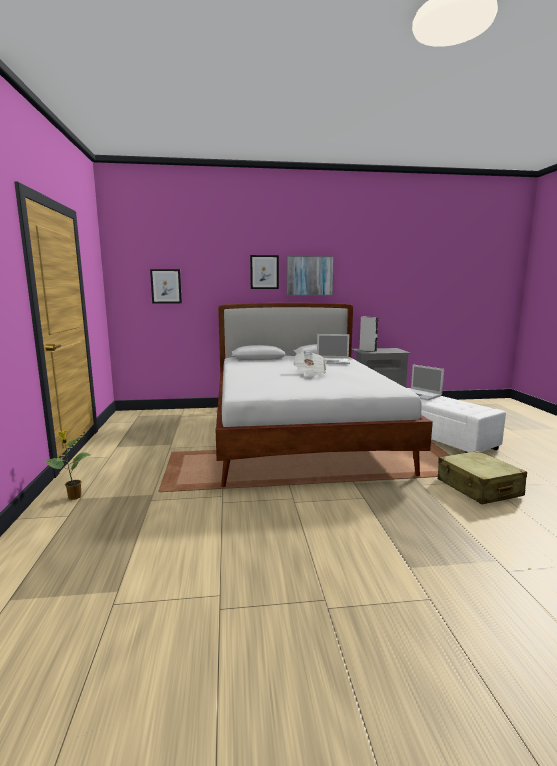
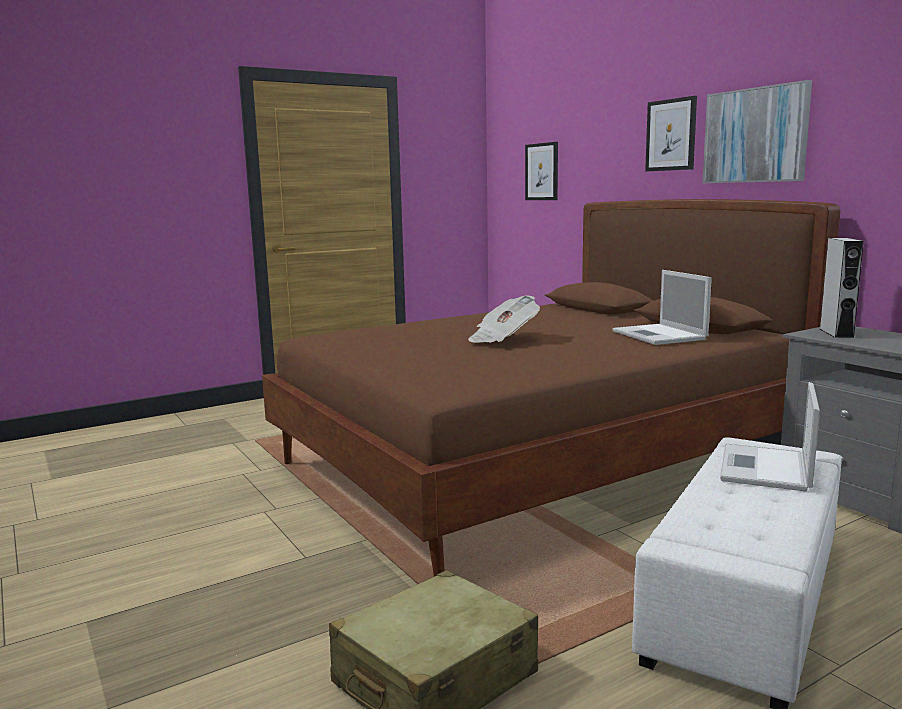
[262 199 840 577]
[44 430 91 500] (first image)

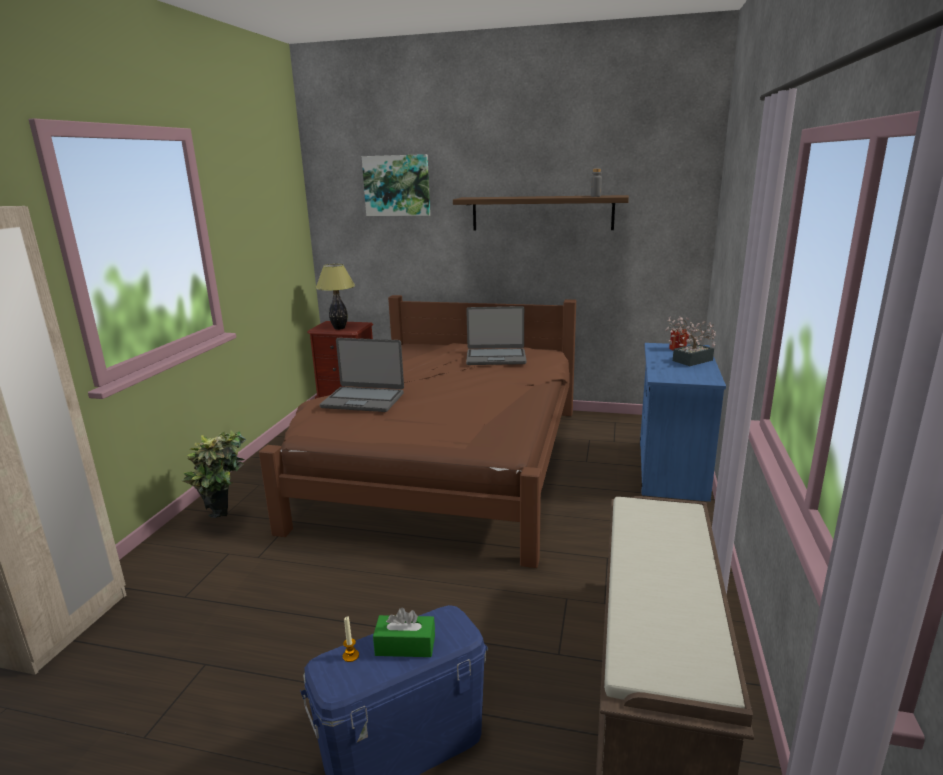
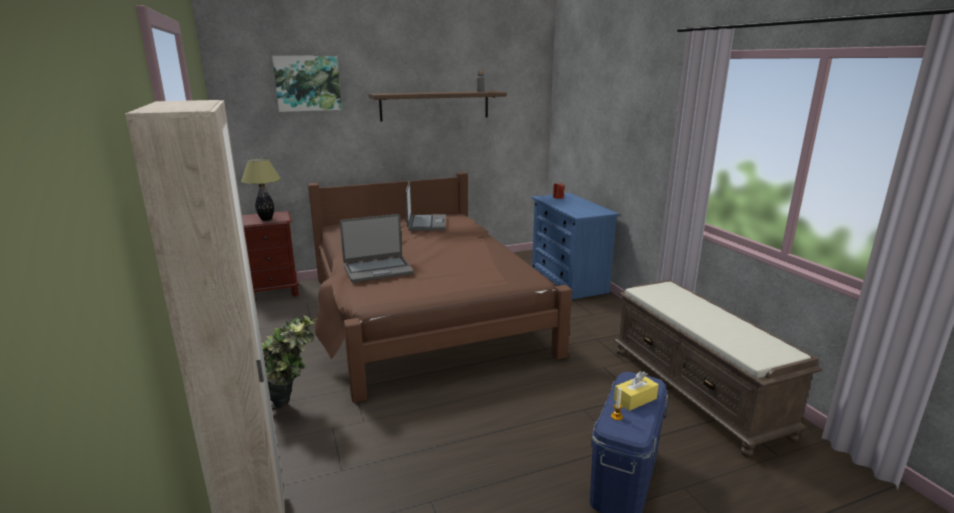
[405 181 446 231]
[665 316 716 366] (first image)
[614 371 659 411]

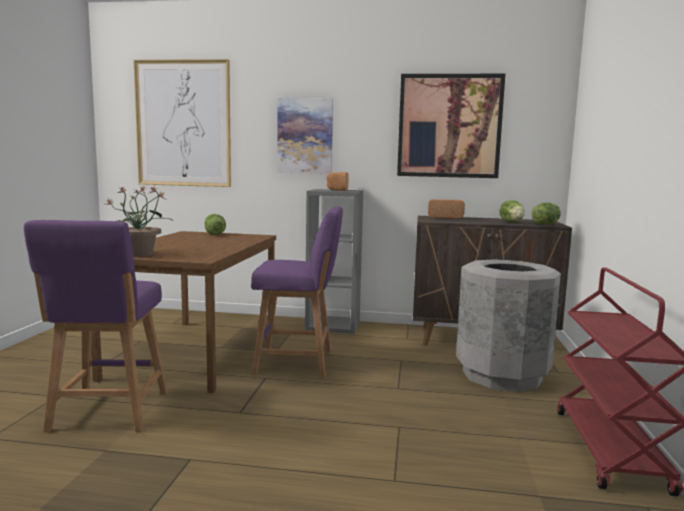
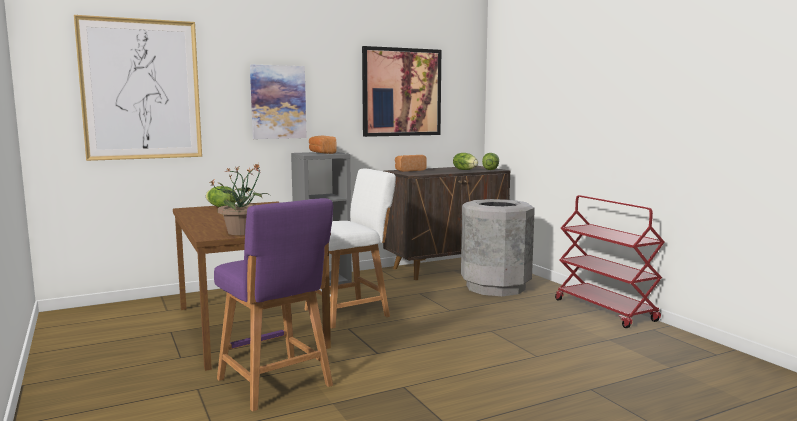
[305 168 396 329]

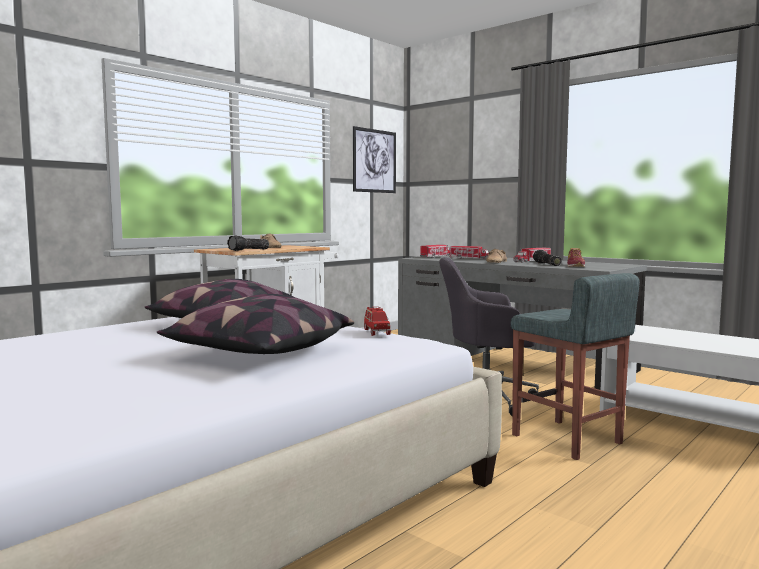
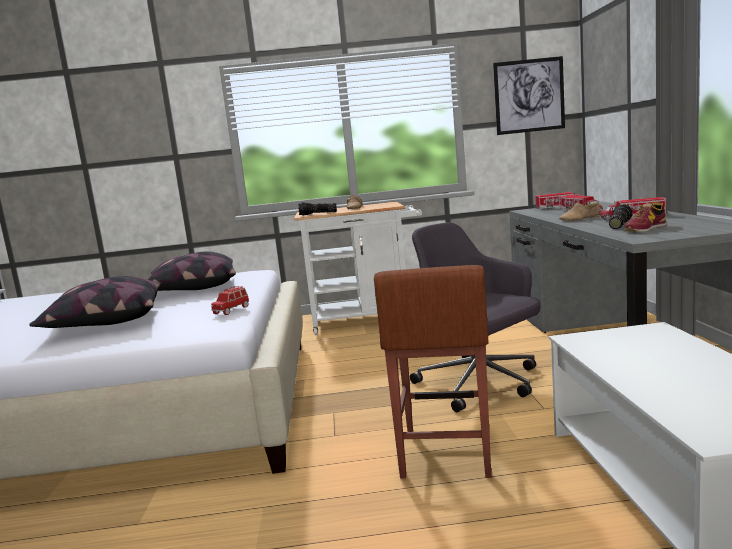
[374 265 491 479]

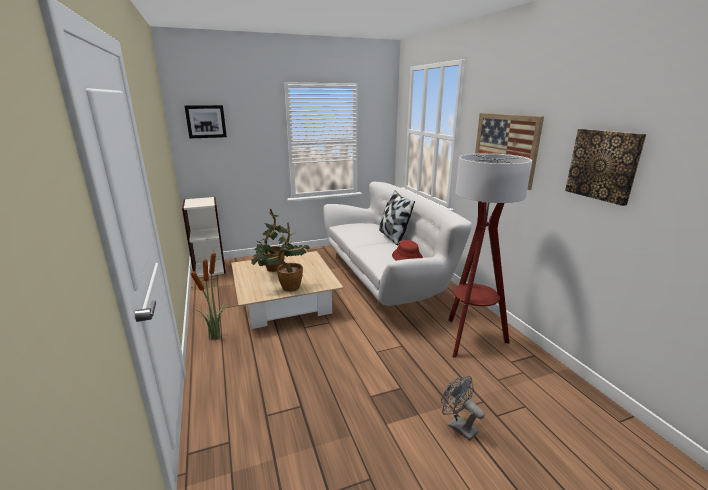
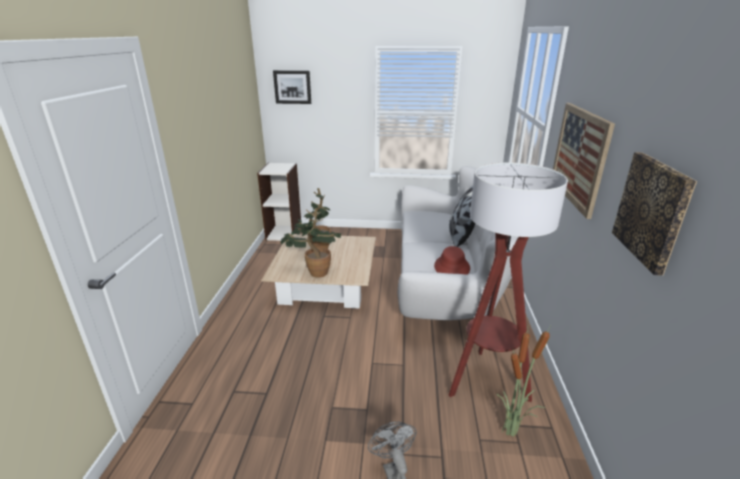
[496 328 550 437]

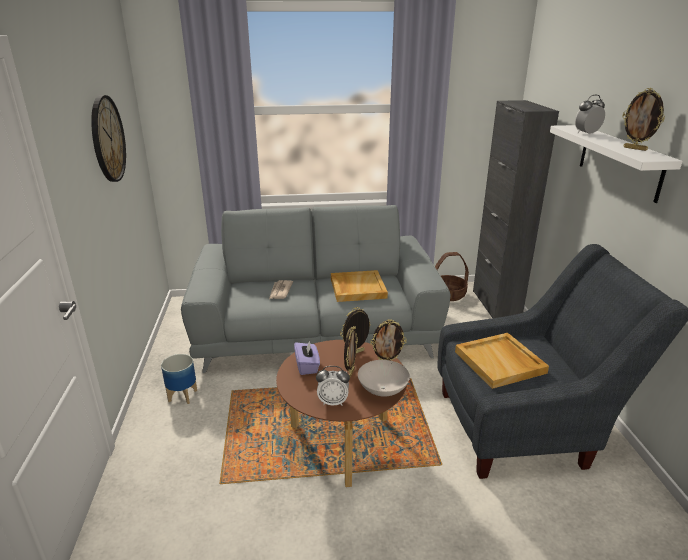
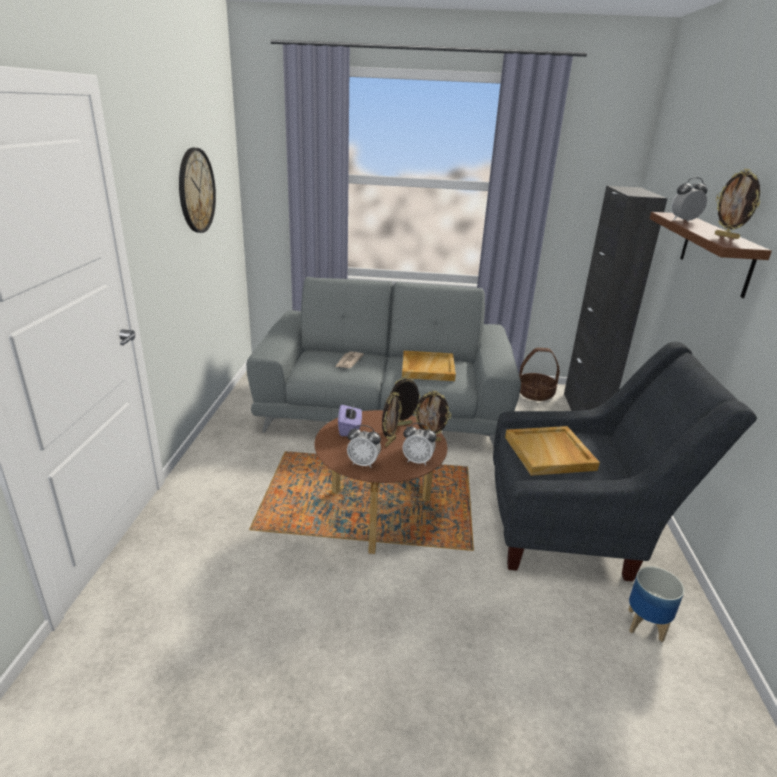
[650 212 772 298]
[628 567 684 642]
[403 423 436 465]

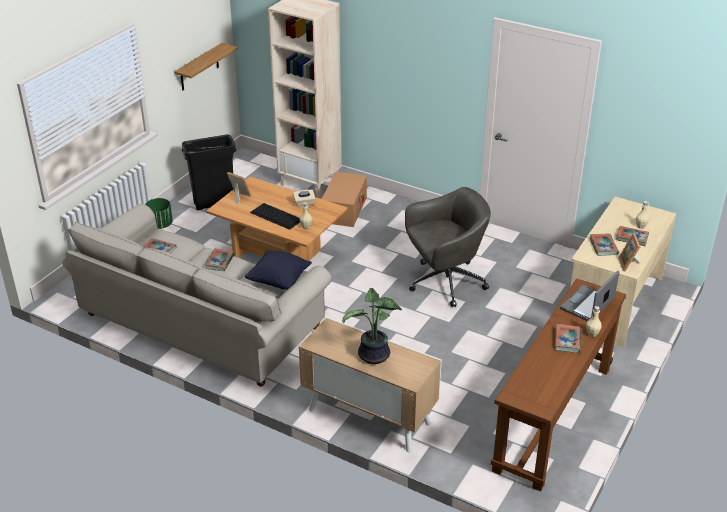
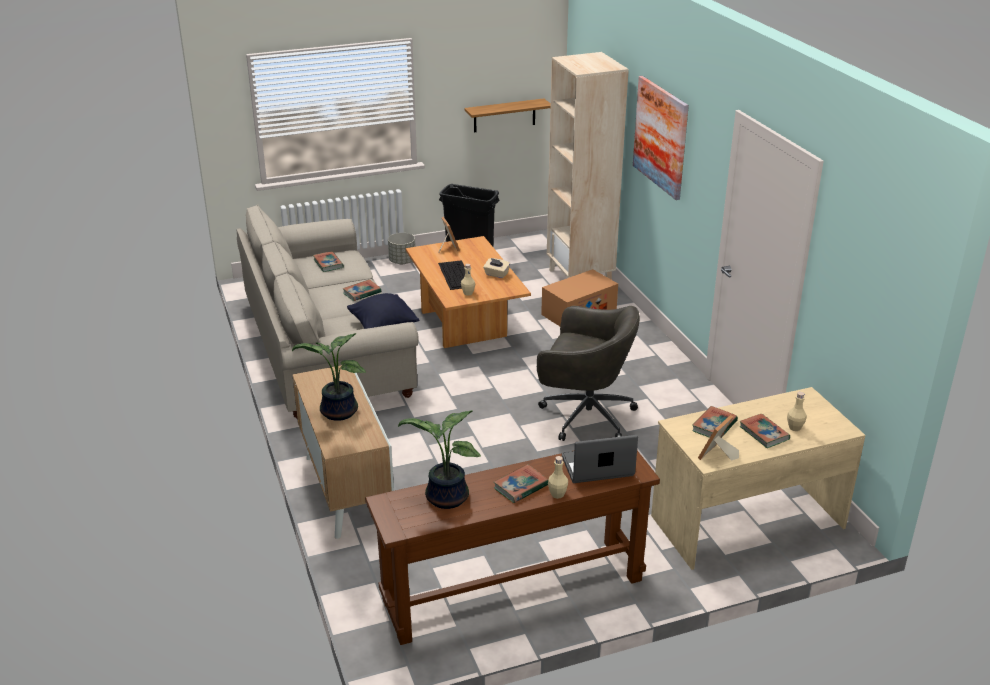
[388 233 416 264]
[633 76 689 200]
[398 410 481 509]

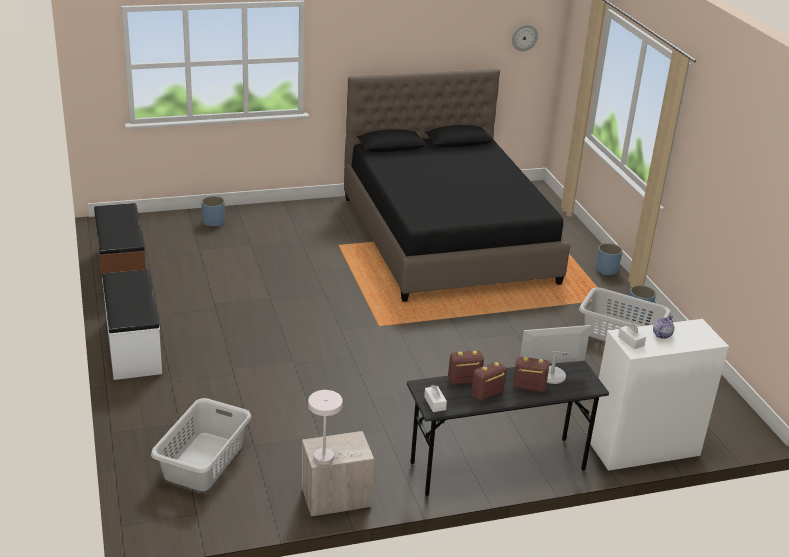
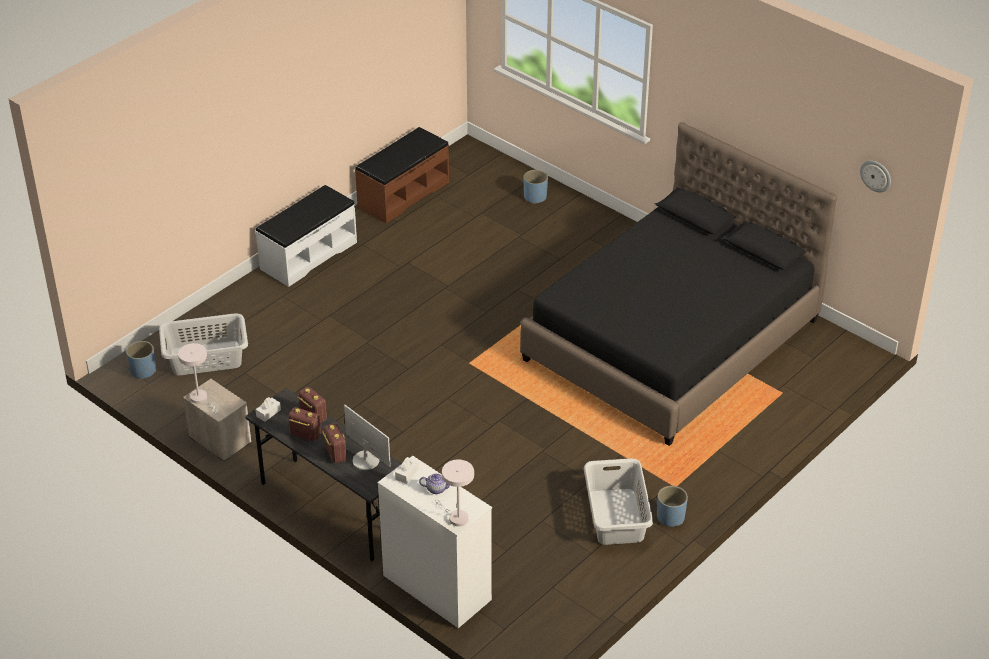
[126 341 156 379]
[435 460 474 527]

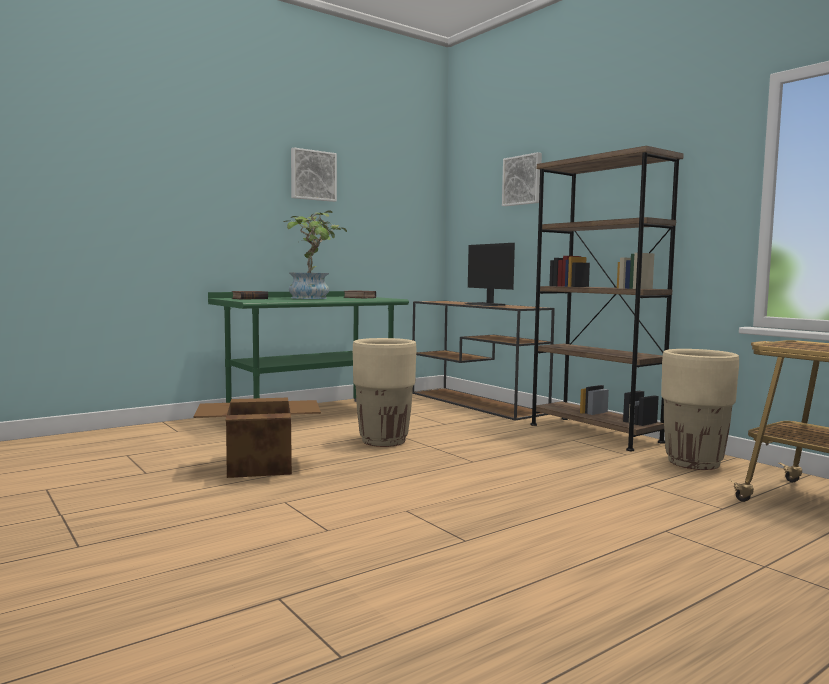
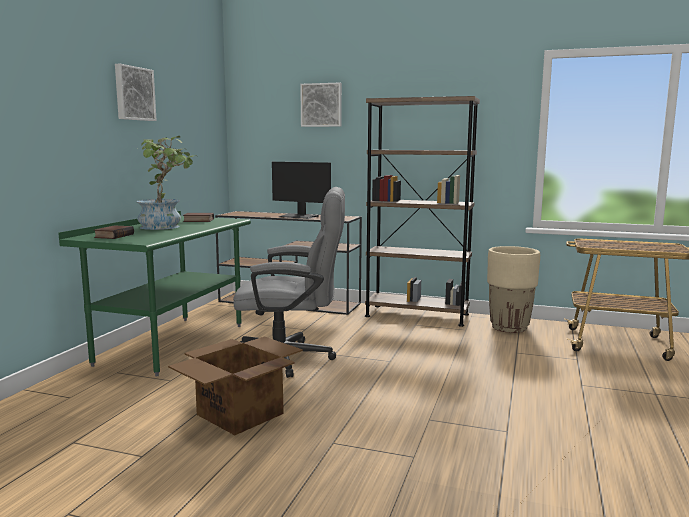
[233 187 345 378]

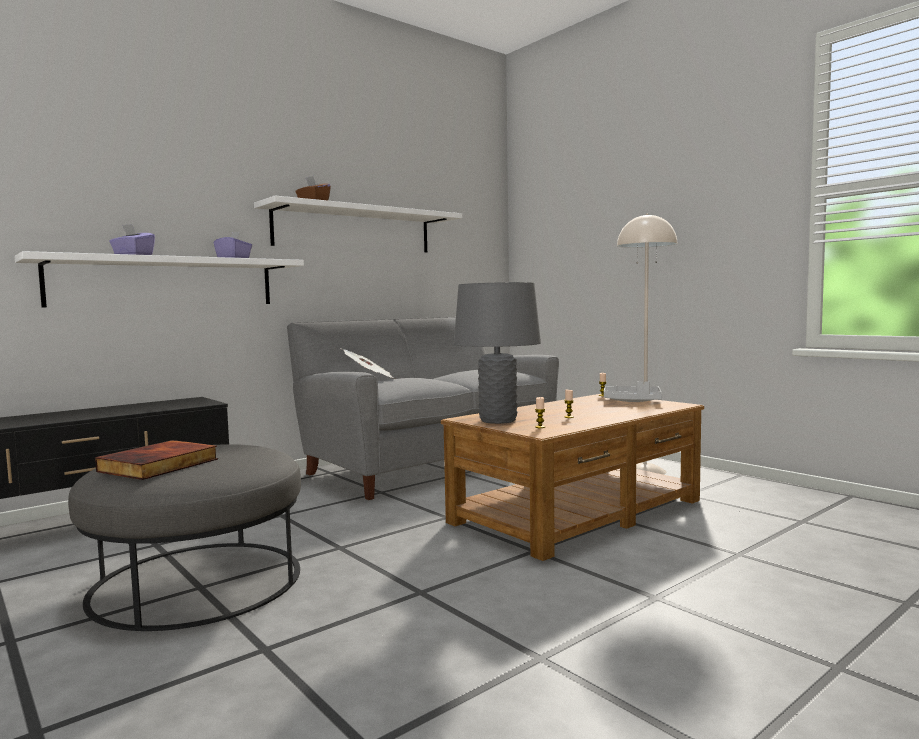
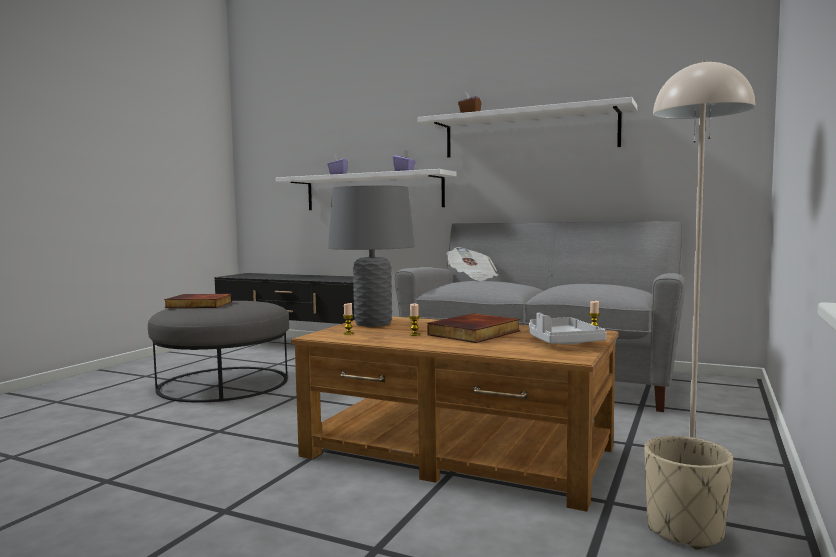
[427 313 520 343]
[644 436 733 550]

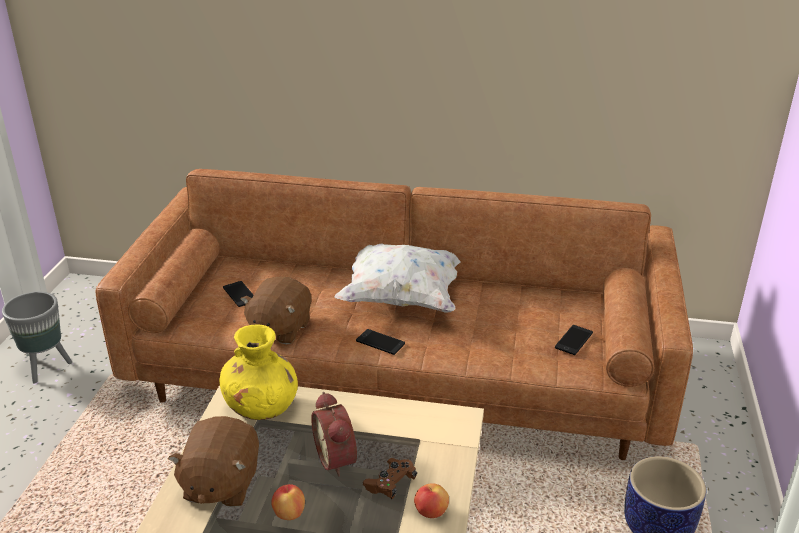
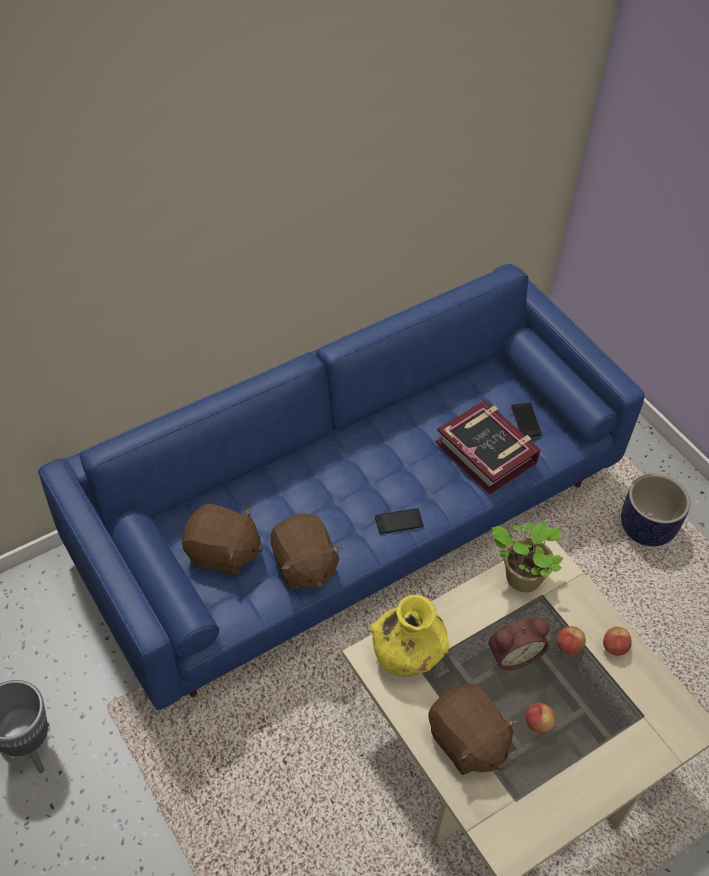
[38 264 645 710]
[335 244 461 312] (first image)
[182 504 263 576]
[488 618 550 670]
[556 626 586 655]
[436 399 541 494]
[492 521 563 592]

